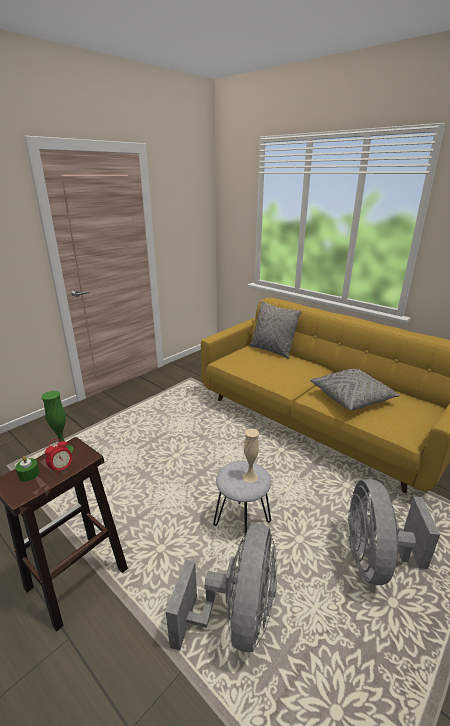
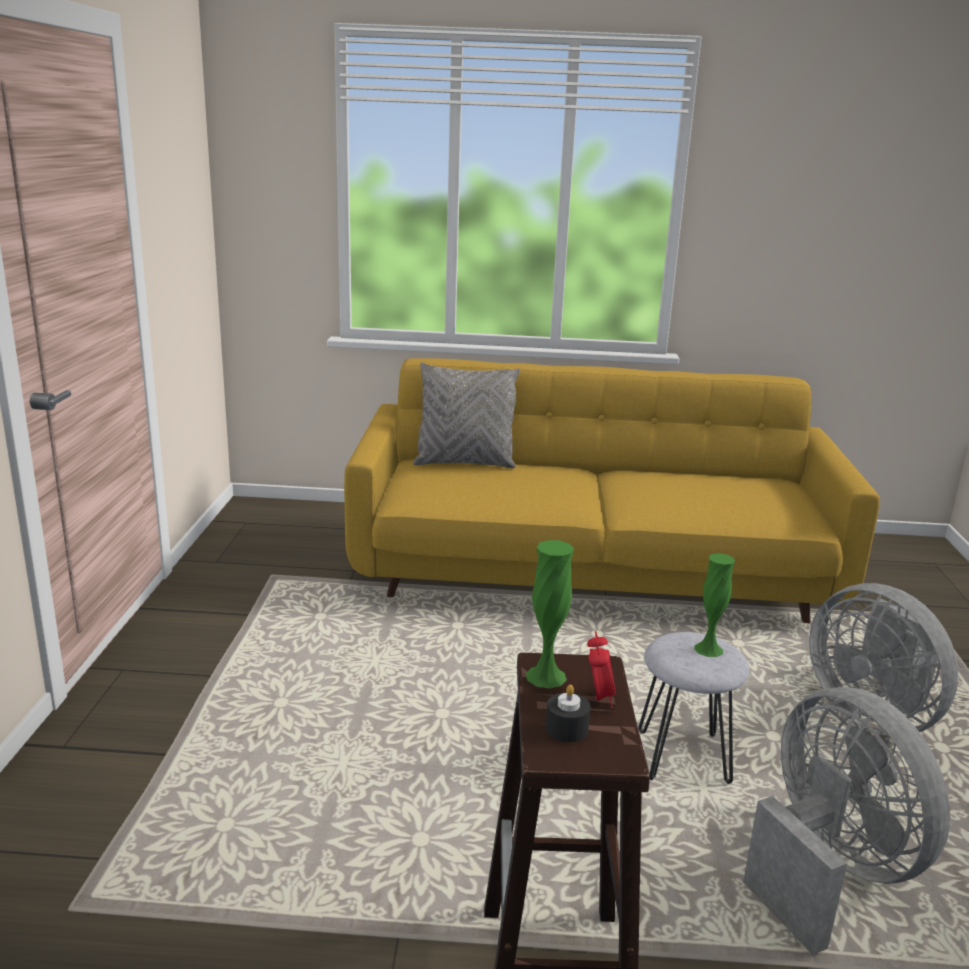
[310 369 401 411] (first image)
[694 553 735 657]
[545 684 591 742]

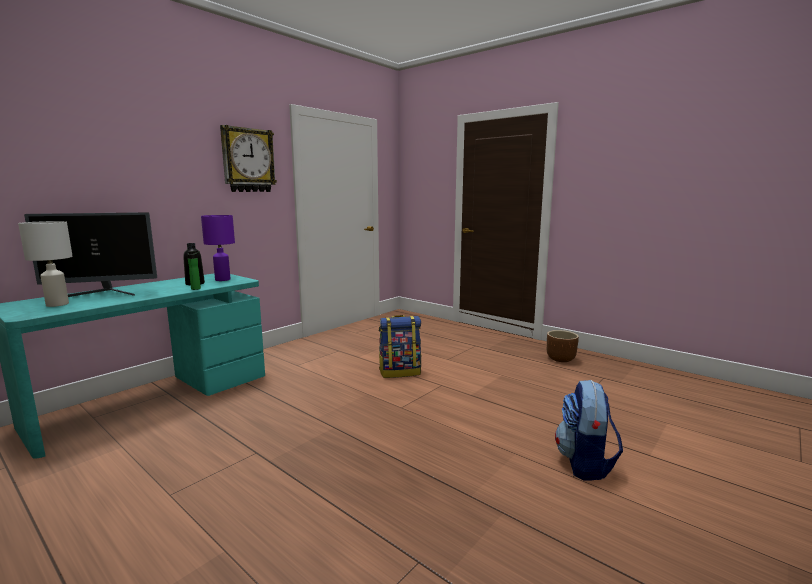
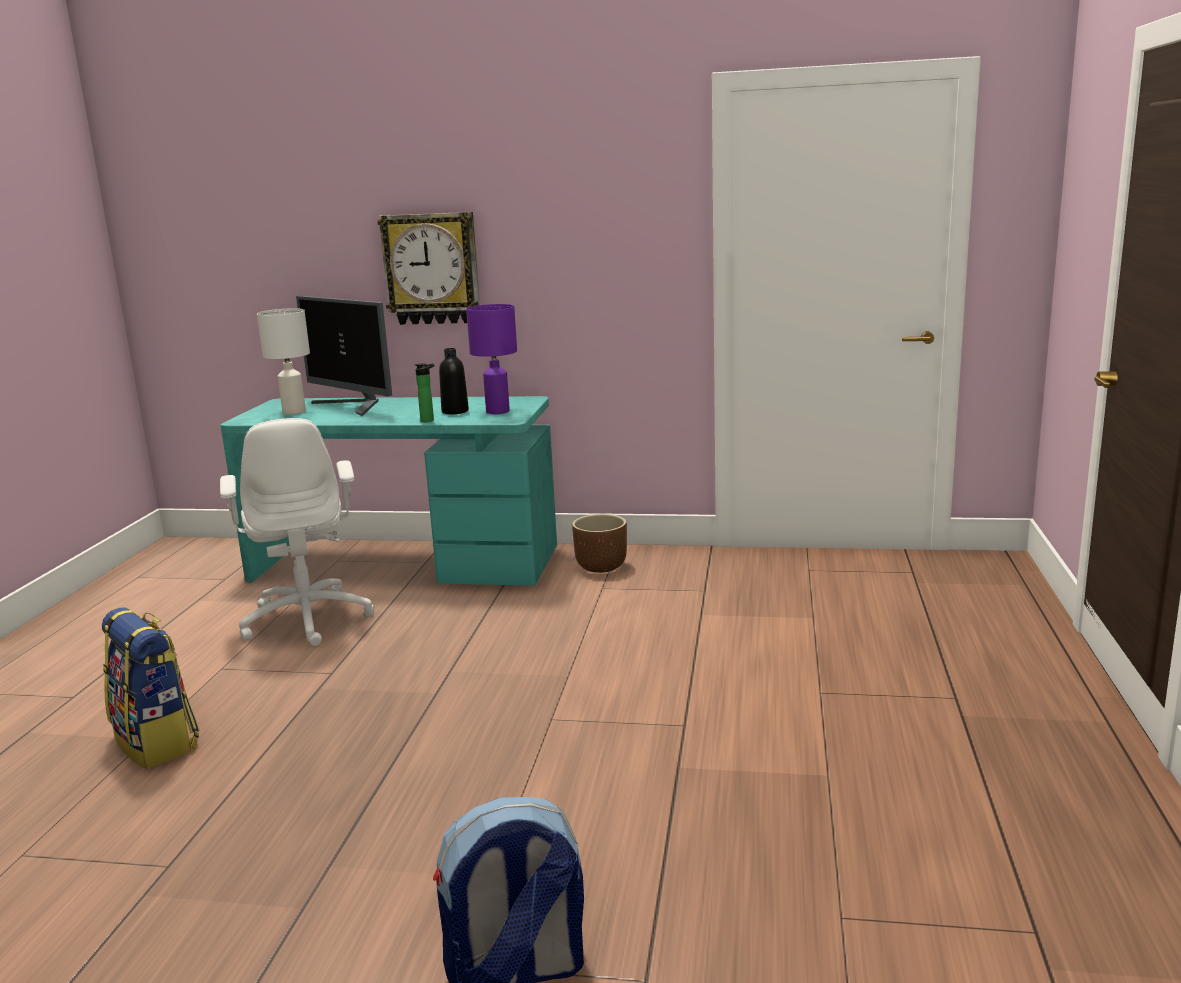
[377 212 480 325]
[102 607 200 769]
[572 514 627 573]
[220 418 375 646]

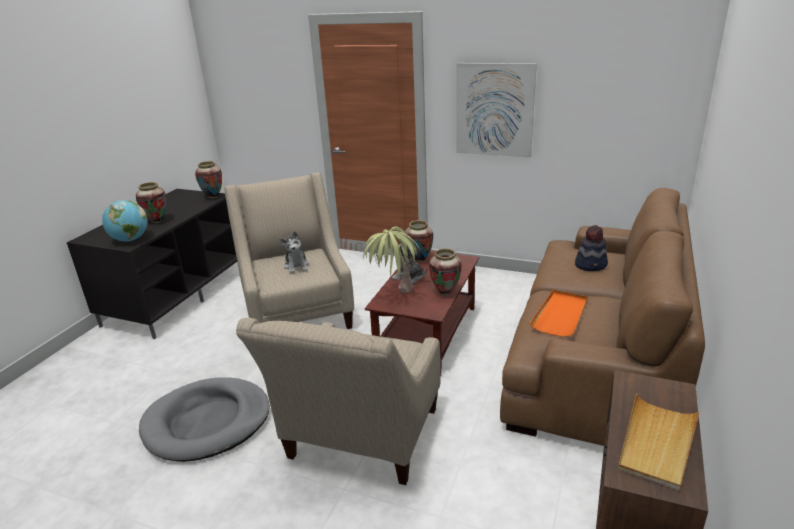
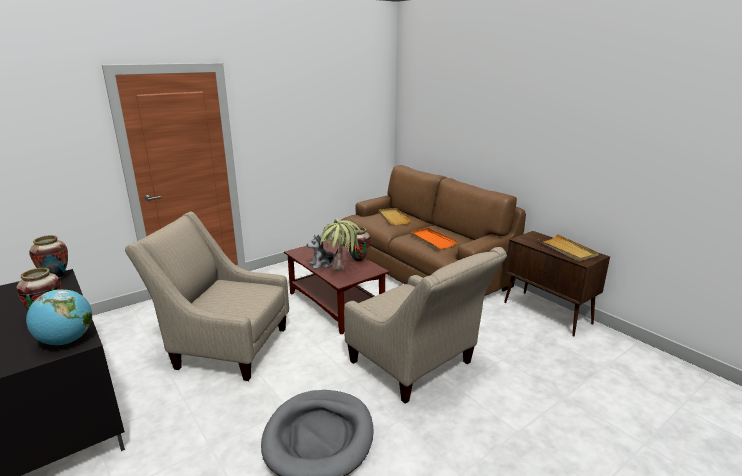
[456 63 537 157] (first image)
[405 220 433 263] (first image)
[379 208 412 225]
[280 231 309 274] (first image)

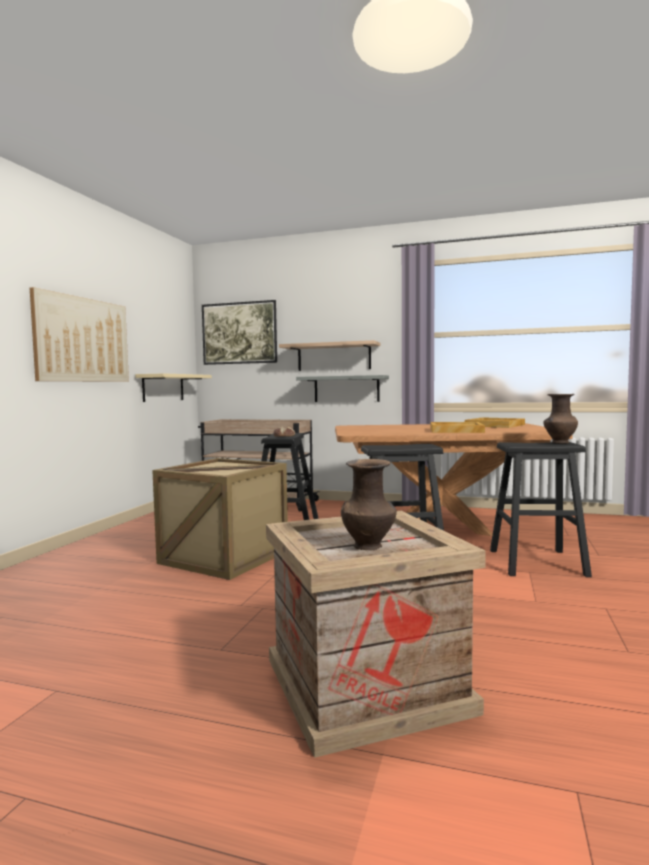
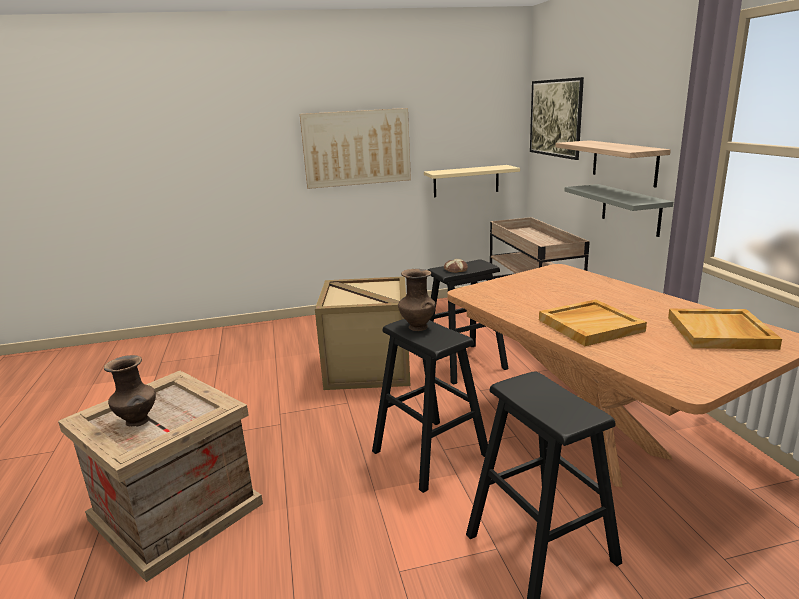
[398 269 436 331]

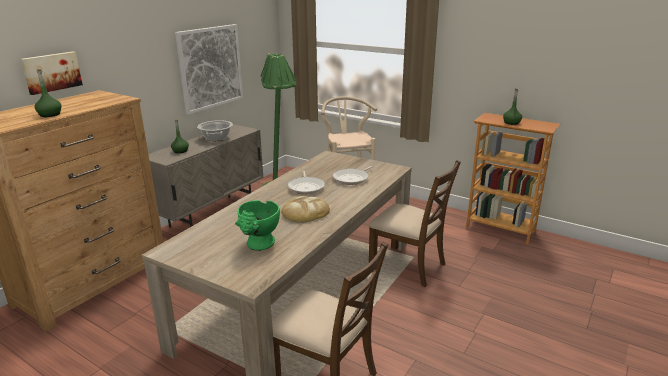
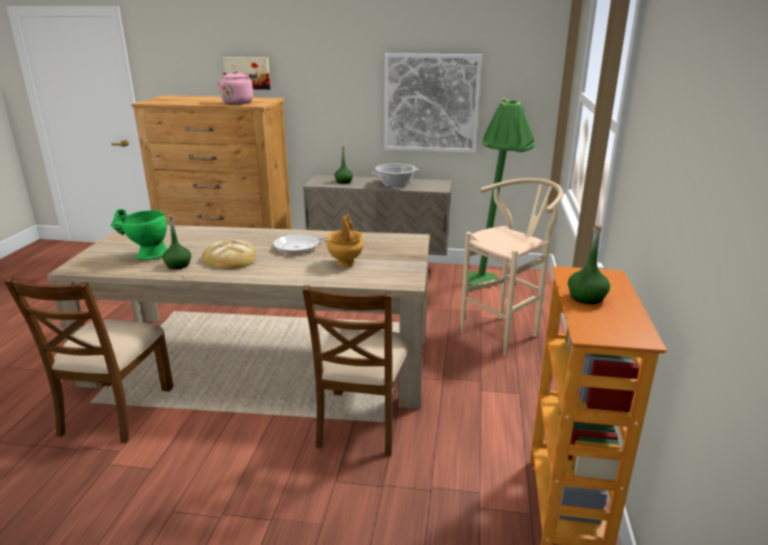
[162 215 191 269]
[327 213 364 267]
[216 71 257 104]

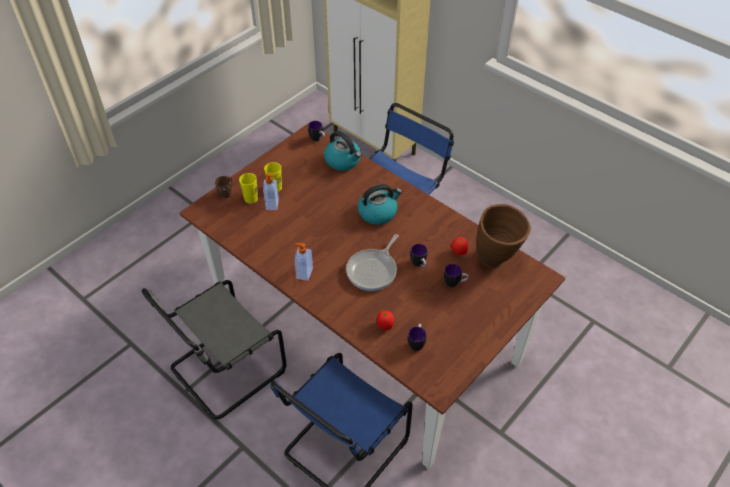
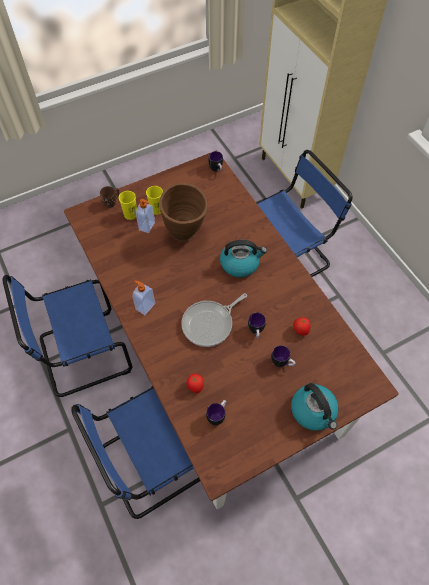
[291 383 339 431]
[159 183 208 242]
[3 275 133 397]

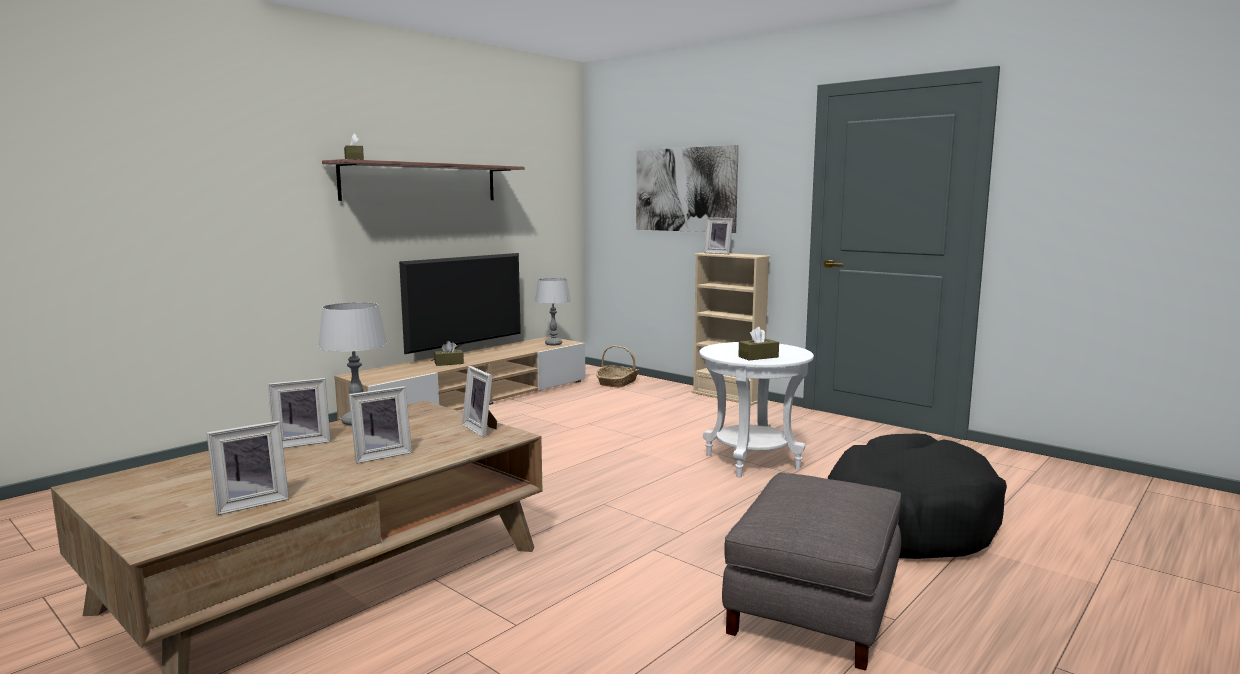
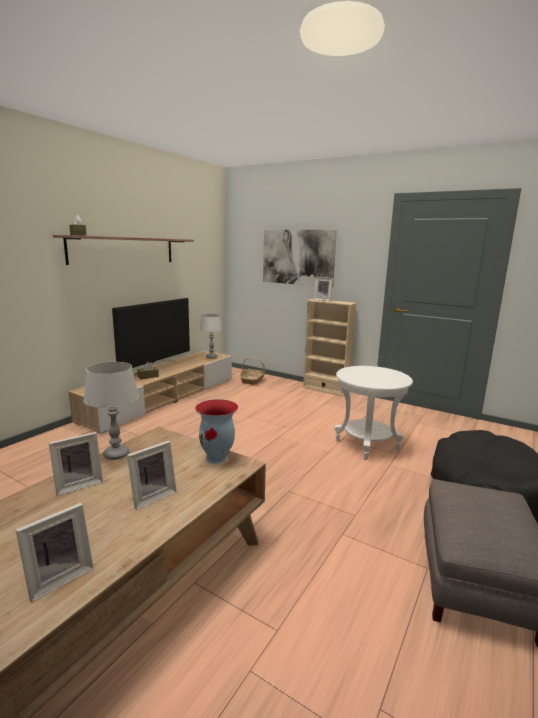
[738 327 779 360] (first image)
[195 399 238 464]

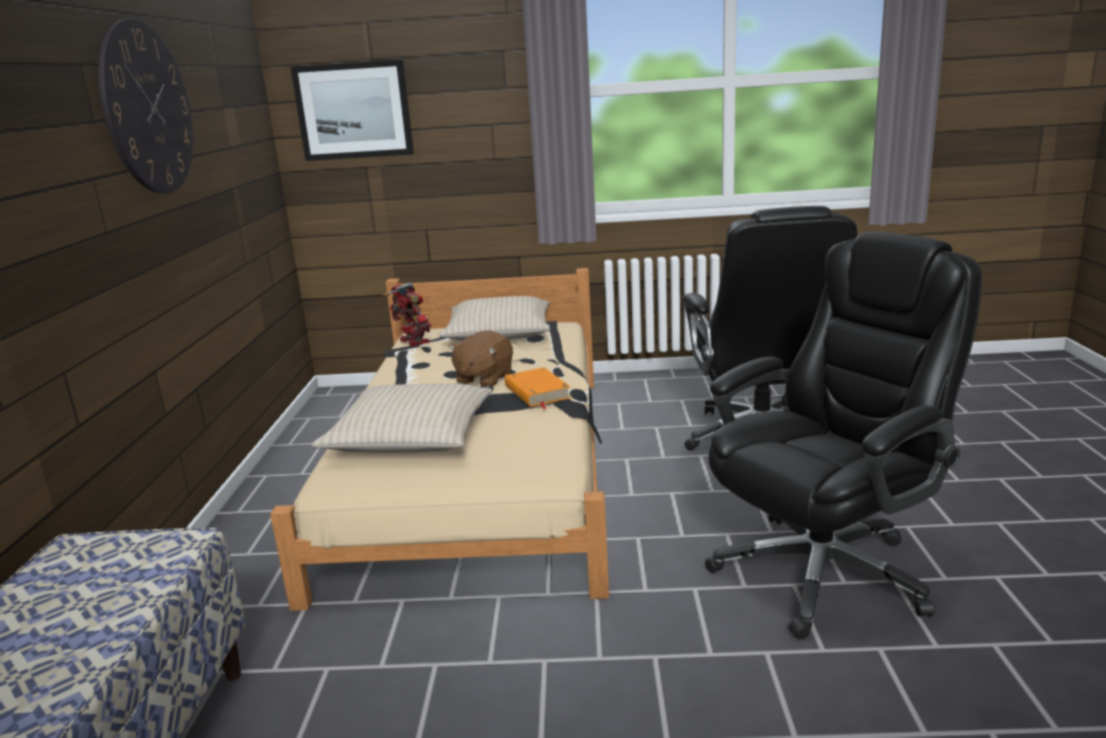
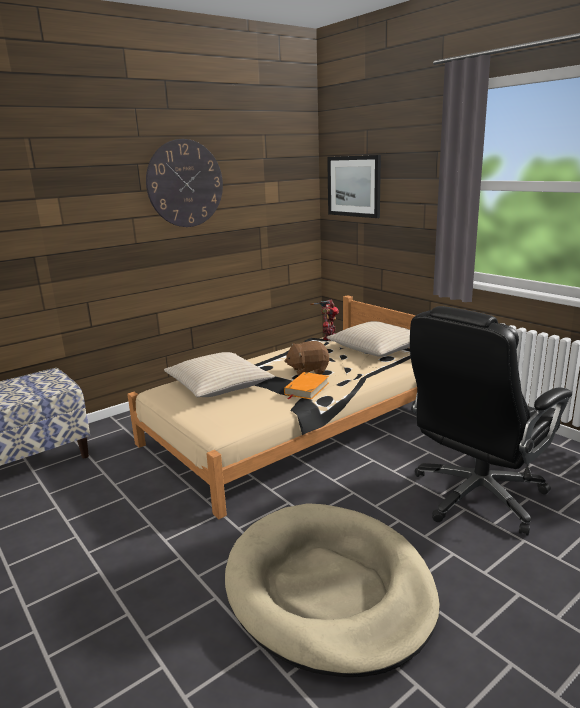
[225 503 440 677]

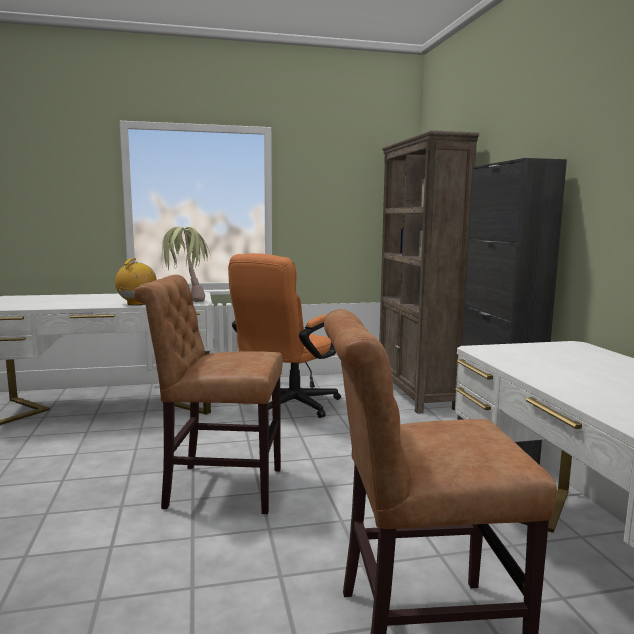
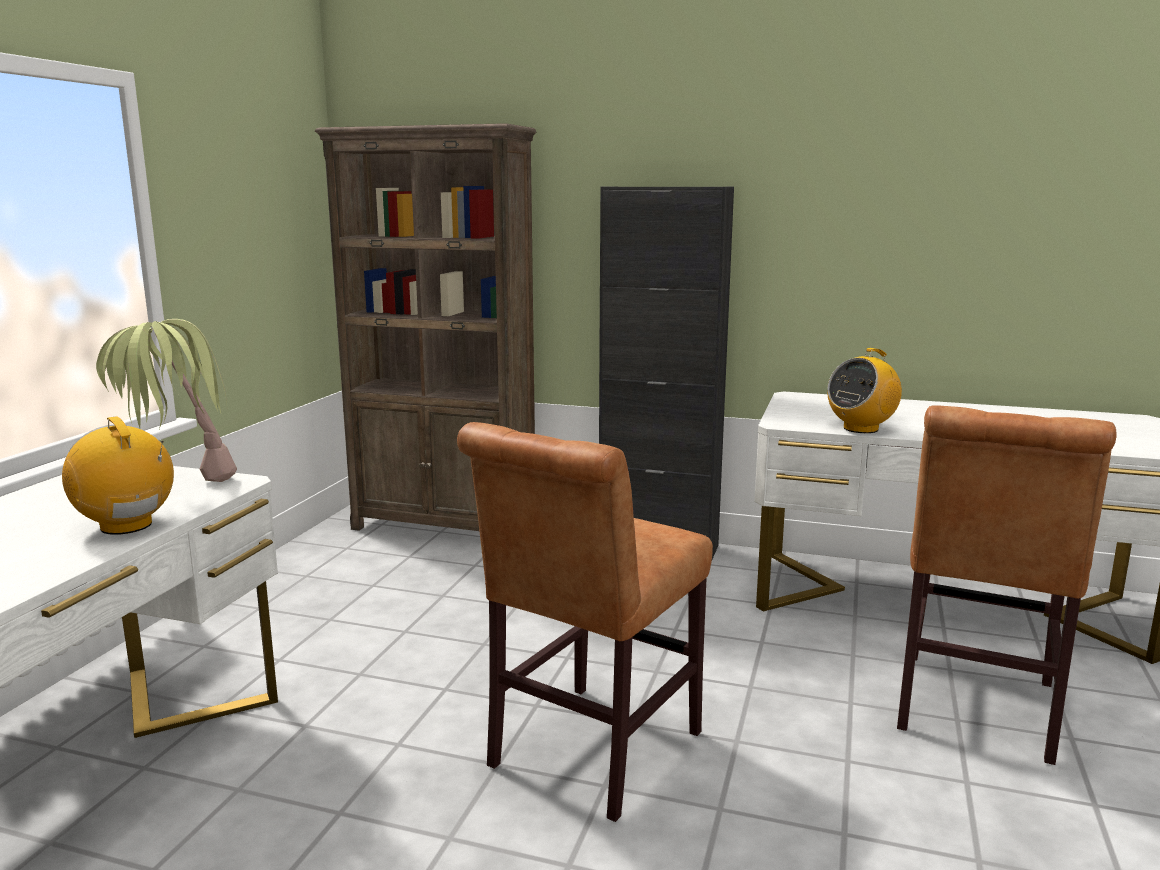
[228 253 341 418] (first image)
[827 348 902 433]

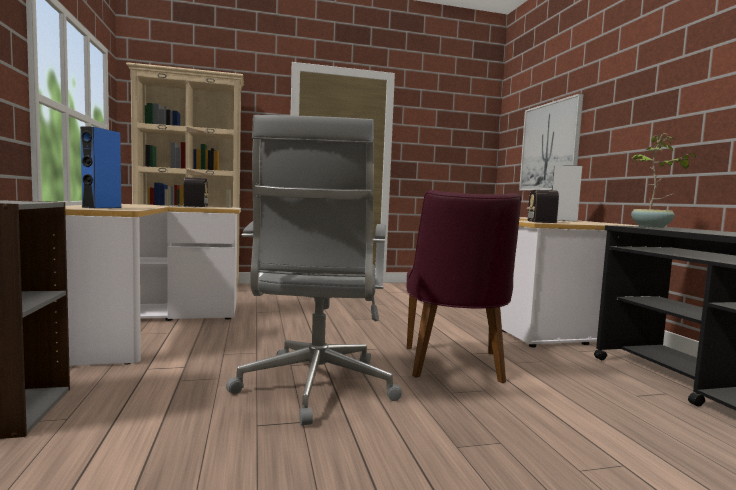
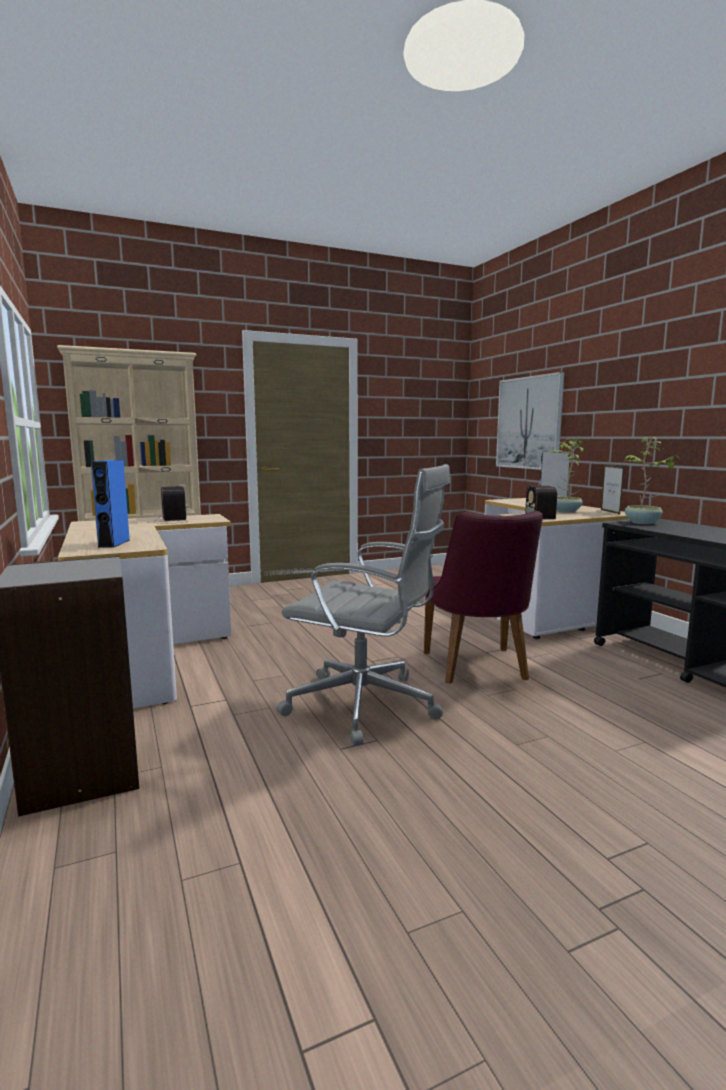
[277 464 450 746]
[550 439 584 513]
[601 465 624 514]

